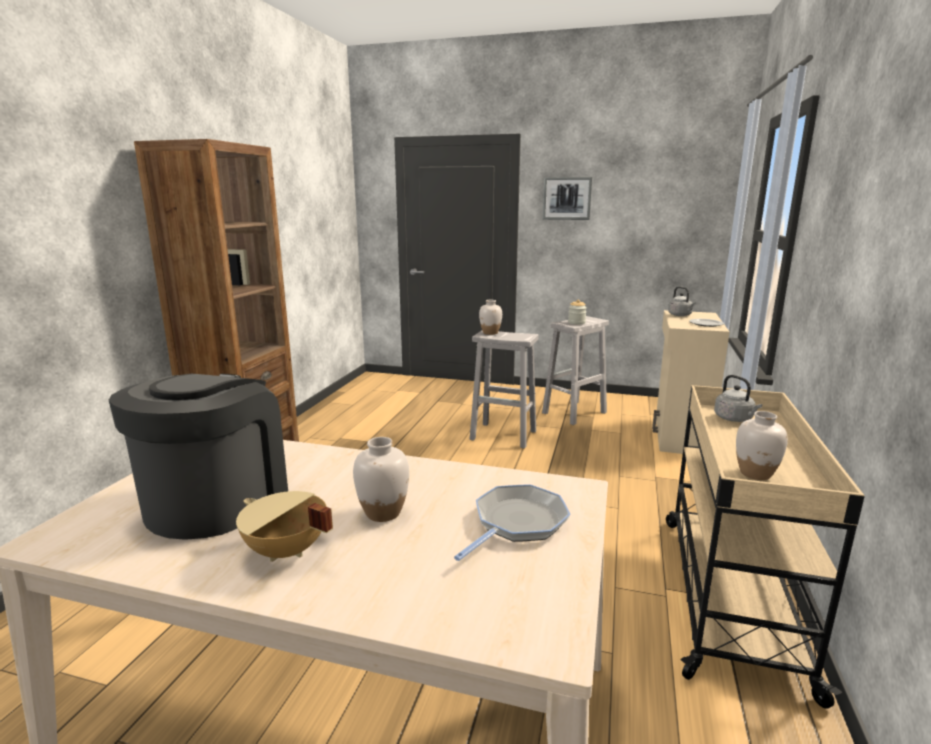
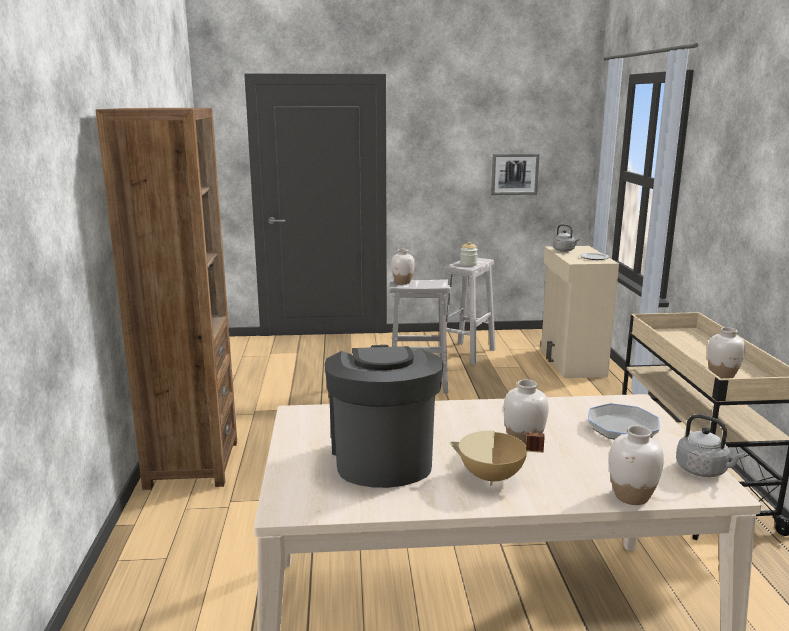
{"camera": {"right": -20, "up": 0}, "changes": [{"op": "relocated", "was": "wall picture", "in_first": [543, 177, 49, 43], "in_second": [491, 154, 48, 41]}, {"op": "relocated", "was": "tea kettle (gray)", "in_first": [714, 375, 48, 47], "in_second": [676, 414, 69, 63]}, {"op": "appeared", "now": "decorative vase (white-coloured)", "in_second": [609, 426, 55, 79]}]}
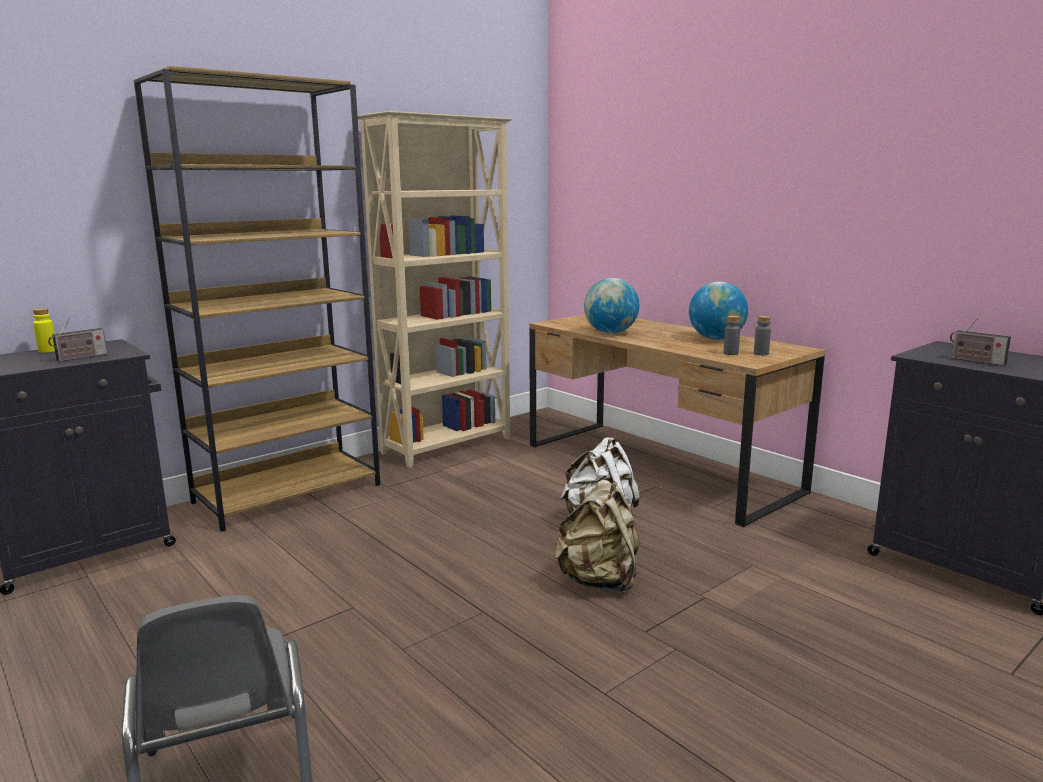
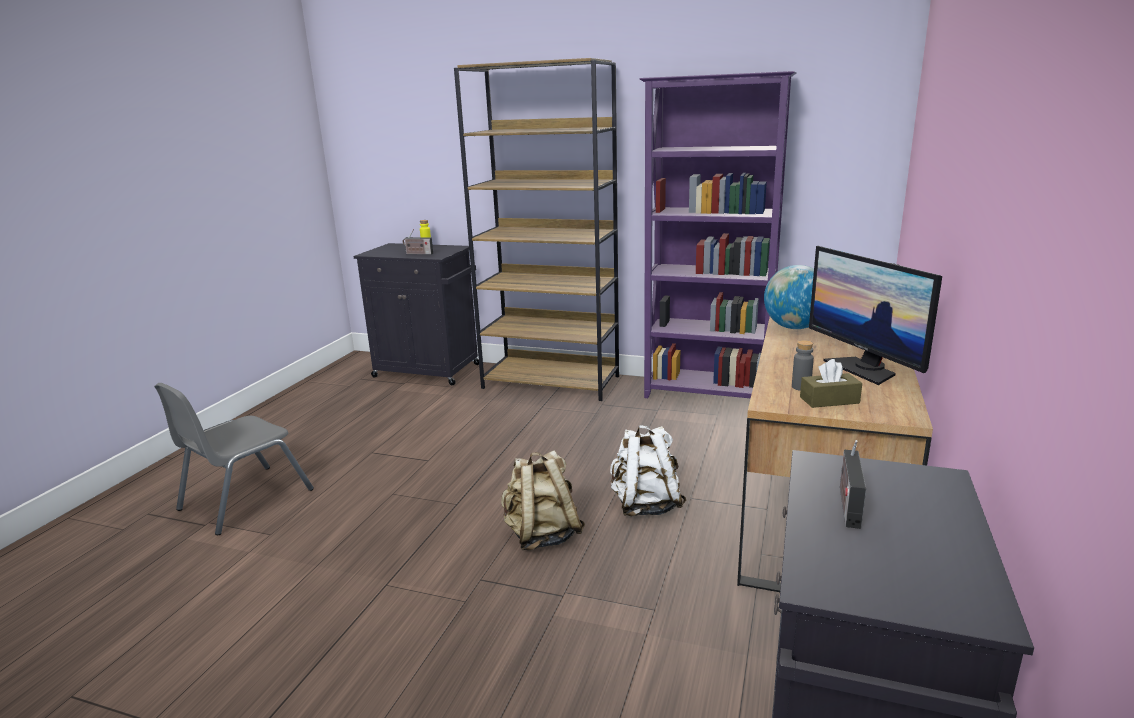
{"camera": {"right": 60, "up": 5}, "changes": [{"op": "colour", "was": "shelving unit (sand-coloured)", "now": "shelving unit (purple-coloured)", "in_first": [357, 111, 156, 357], "in_second": [639, 71, 158, 327]}, {"op": "exchanged", "was": "desk globe", "now": "computer screen", "in_first": [689, 282, 59, 58], "in_second": [809, 246, 133, 139]}, {"op": "exchanged", "was": "beverage bottle (gray)", "now": "box of tissues (brown)", "in_first": [754, 316, 17, 39], "in_second": [800, 359, 62, 49]}]}
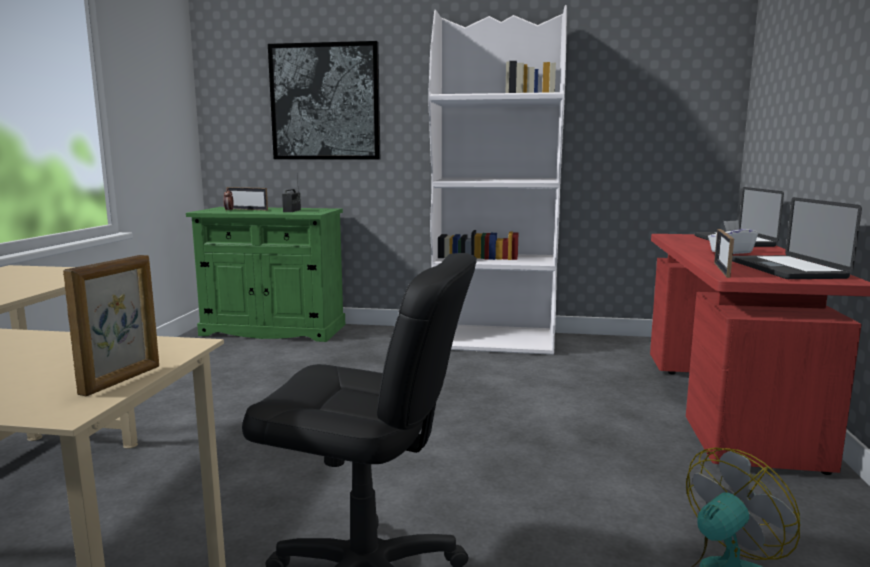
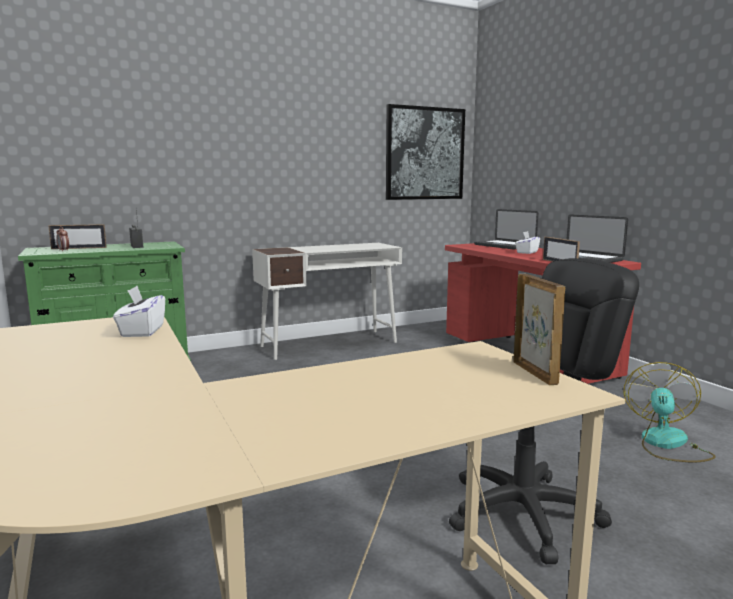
{"camera": {"right": -35, "up": 0}, "changes": [{"op": "exchanged", "was": "shelving unit (white-coloured)", "now": "desk unit (white-coloured)", "in_first": [428, 5, 139, 350], "in_second": [252, 243, 150, 117]}, {"op": "relocated", "was": "wall picture", "in_first": [268, 41, 112, 119], "in_second": [386, 104, 79, 96]}, {"op": "appeared", "now": "box of tissues (white-coloured)", "in_second": [113, 286, 52, 51]}]}
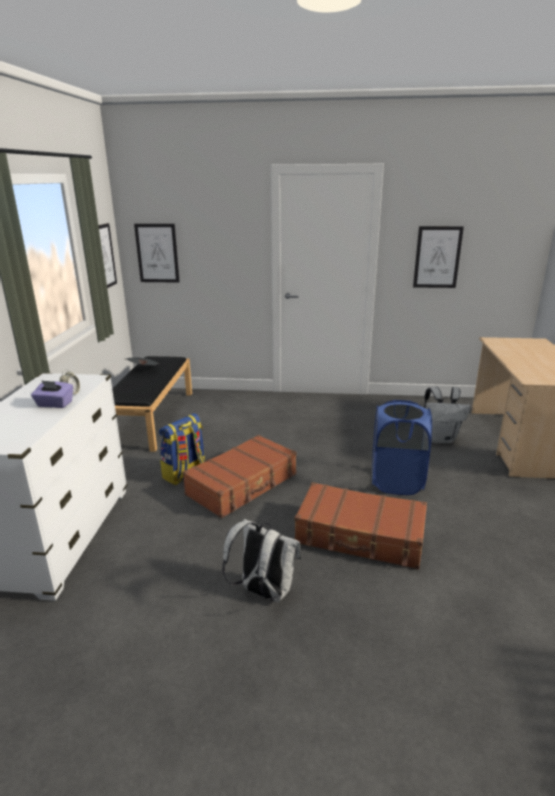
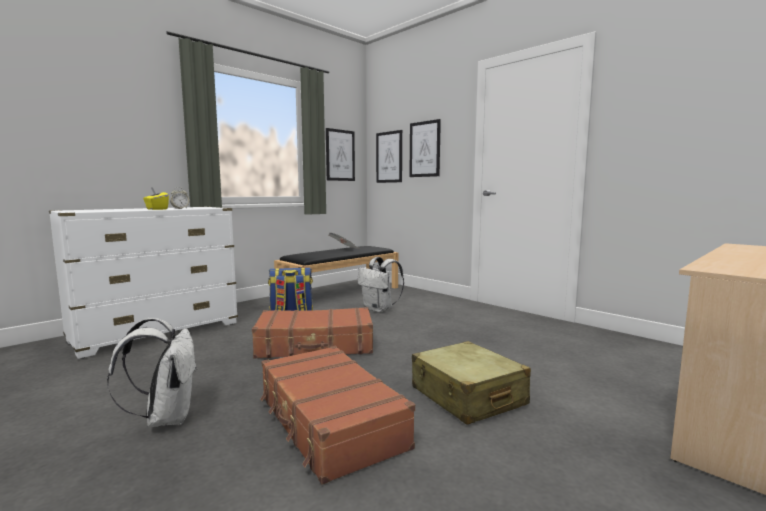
{"camera": {"right": 40, "up": -15}, "changes": [{"op": "relocated", "was": "wall picture", "in_first": [413, 226, 51, 62], "in_second": [409, 119, 32, 58]}, {"op": "colour", "was": "box of tissues (purple-coloured)", "now": "box of tissues (yellow)", "in_first": [31, 380, 42, 28], "in_second": [143, 188, 26, 22]}, {"op": "relocated", "was": "backpack (white-coloured)", "in_first": [424, 387, 46, 56], "in_second": [358, 257, 46, 56]}, {"op": "exchanged", "was": "washing basket (blue)", "now": "suitcase (sand-coloured)", "in_first": [372, 400, 60, 95], "in_second": [412, 341, 119, 84]}]}
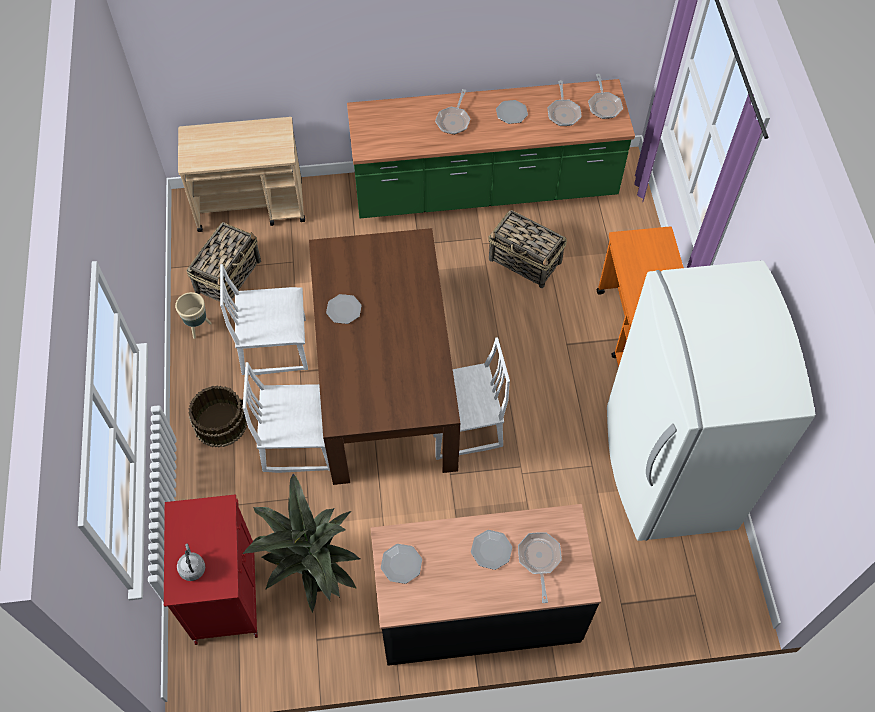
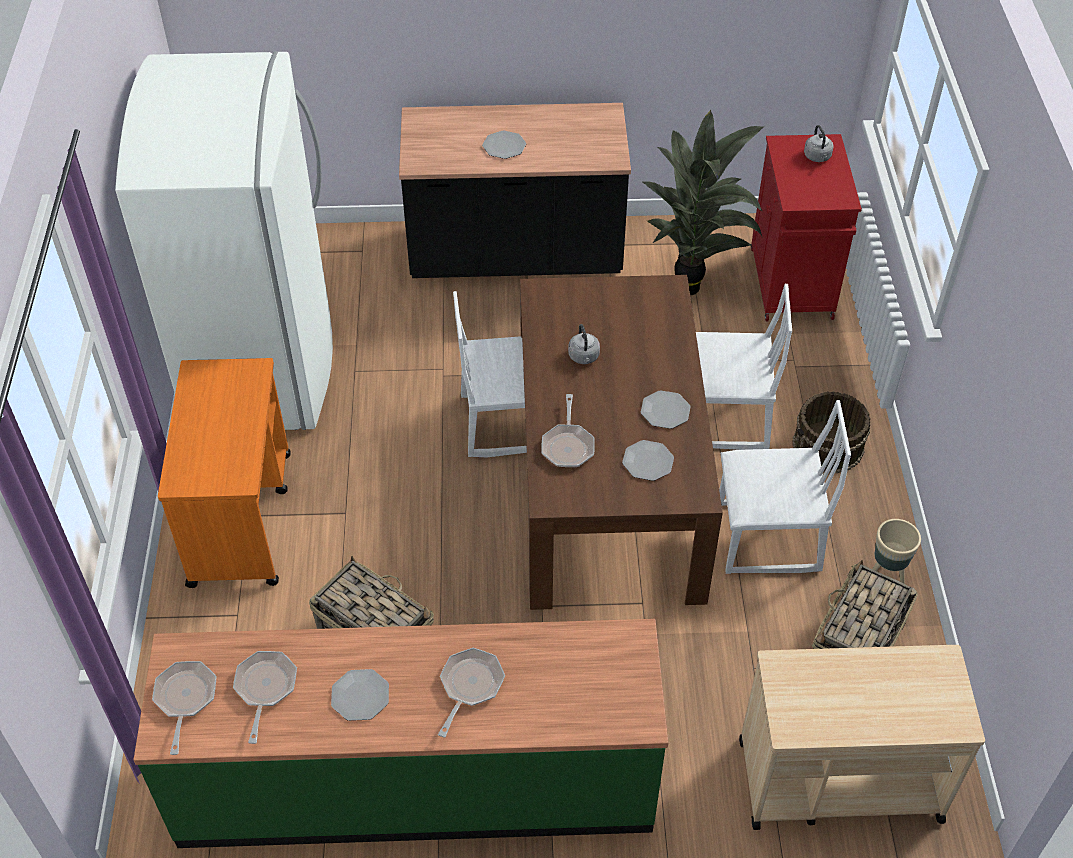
{"camera": {"right": -175, "up": -10}, "changes": [{"op": "relocated", "was": "frying pan", "in_first": [518, 532, 44, 71], "in_second": [541, 394, 54, 74]}, {"op": "relocated", "was": "dinner plate", "in_first": [381, 544, 41, 40], "in_second": [622, 440, 52, 41]}, {"op": "appeared", "now": "tea kettle (gray)", "in_second": [568, 324, 32, 40]}]}
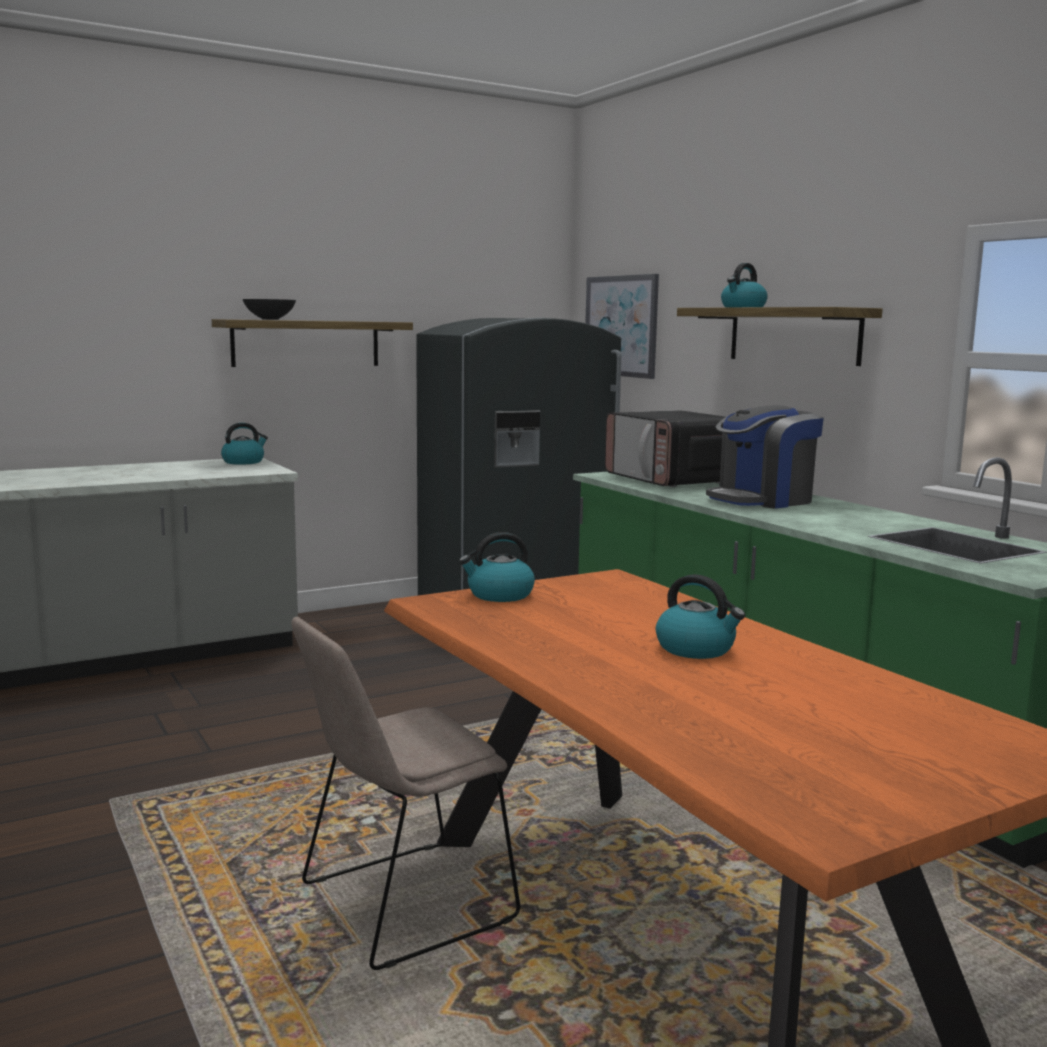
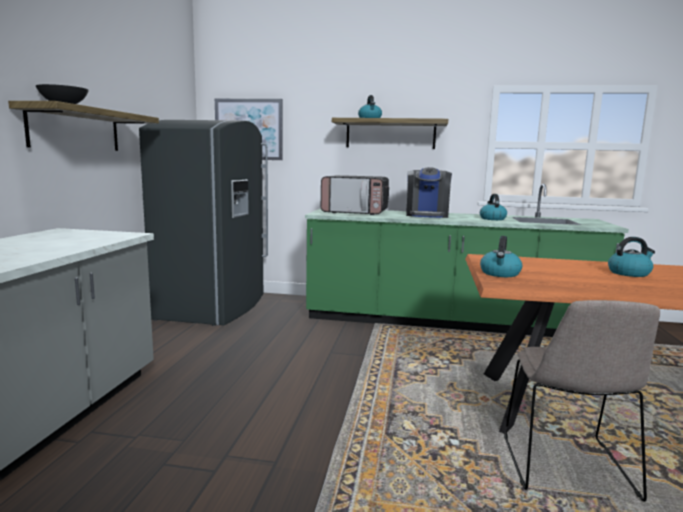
{"camera": {"right": -50, "up": 0}, "changes": [{"op": "relocated", "was": "tea kettle", "in_first": [221, 423, 47, 42], "in_second": [480, 194, 27, 26]}]}
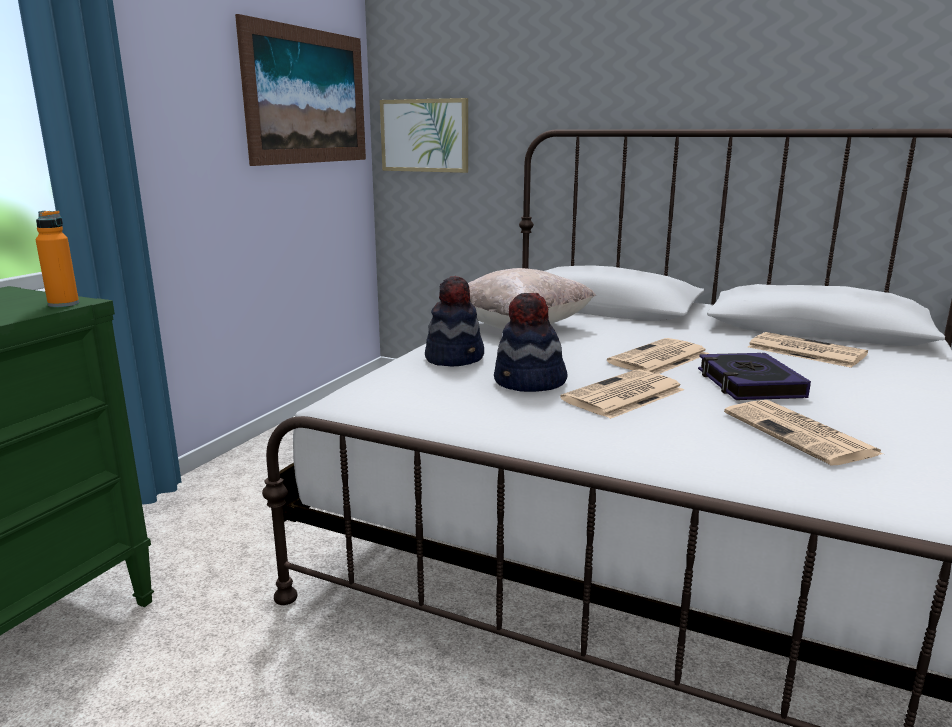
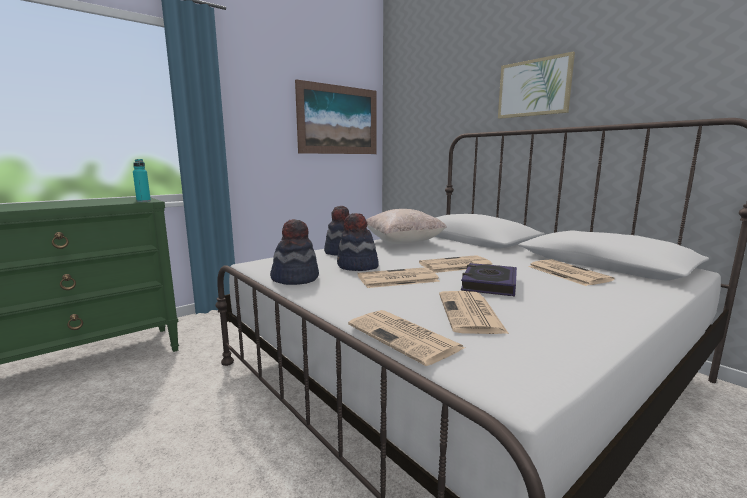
{"camera": {"right": 25, "up": -5}, "changes": [{"op": "relocated", "was": "wall picture", "in_first": [380, 98, 88, 75], "in_second": [498, 52, 77, 67]}, {"op": "colour", "was": "beverage bottle (orange)", "now": "beverage bottle (turquoise)", "in_first": [35, 211, 44, 96], "in_second": [133, 159, 18, 43]}, {"op": "appeared", "now": "hat", "in_second": [270, 219, 49, 66]}, {"op": "appeared", "now": "printed paper", "in_second": [348, 310, 117, 56]}]}
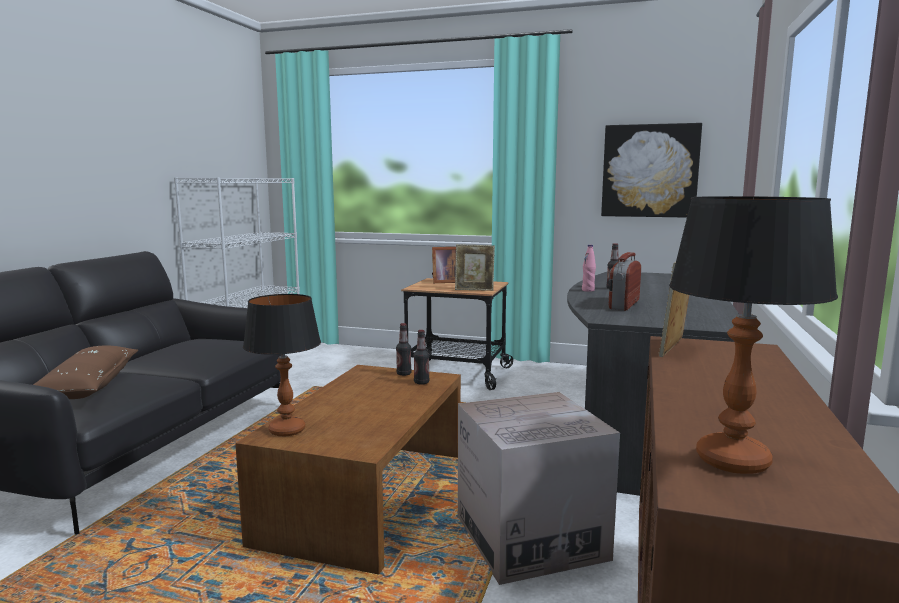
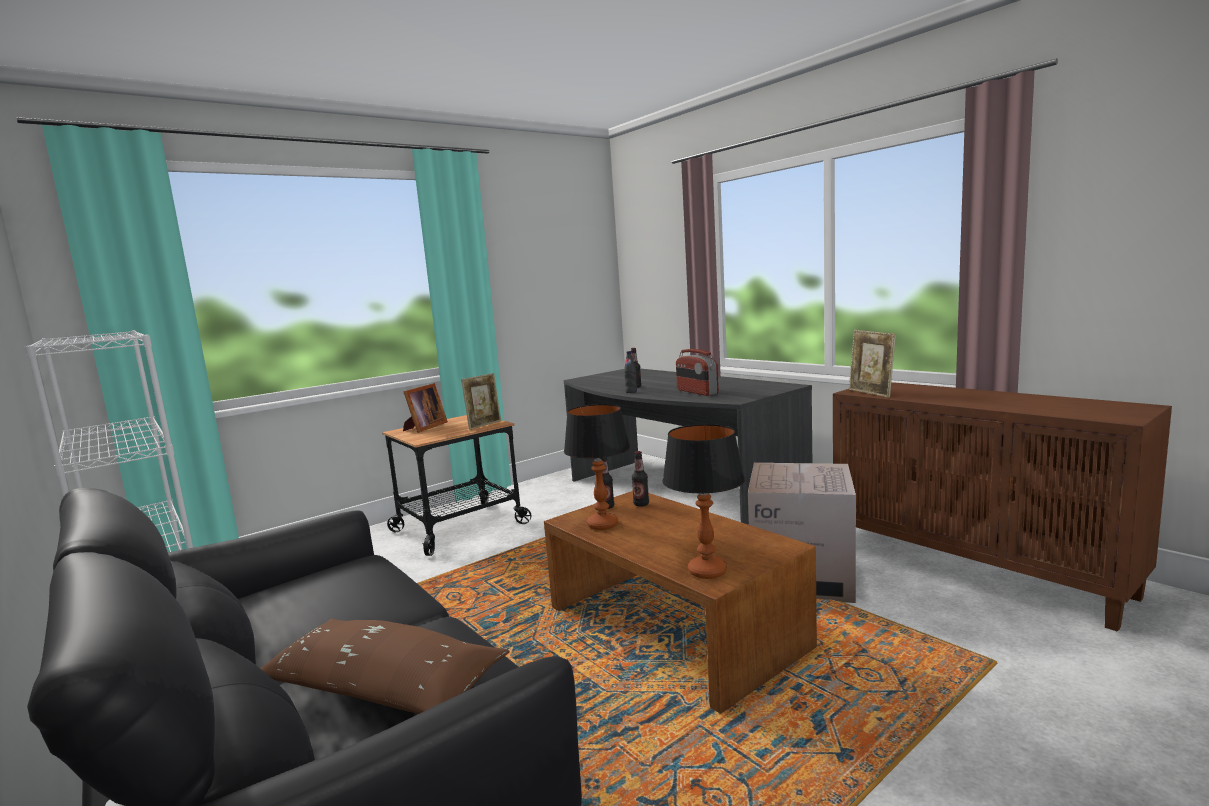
{"camera": {"right": -55, "up": 0}, "changes": [{"op": "missing", "was": "wall picture", "in_first": [601, 123, 101, 95]}, {"op": "relocated", "was": "lamp for a table", "in_first": [669, 196, 169, 278], "in_second": [564, 404, 66, 126]}, {"op": "colour", "was": "beverage bottle (pink)", "now": "beverage bottle (black-coloured)", "in_first": [582, 245, 14, 47], "in_second": [624, 351, 13, 42]}]}
